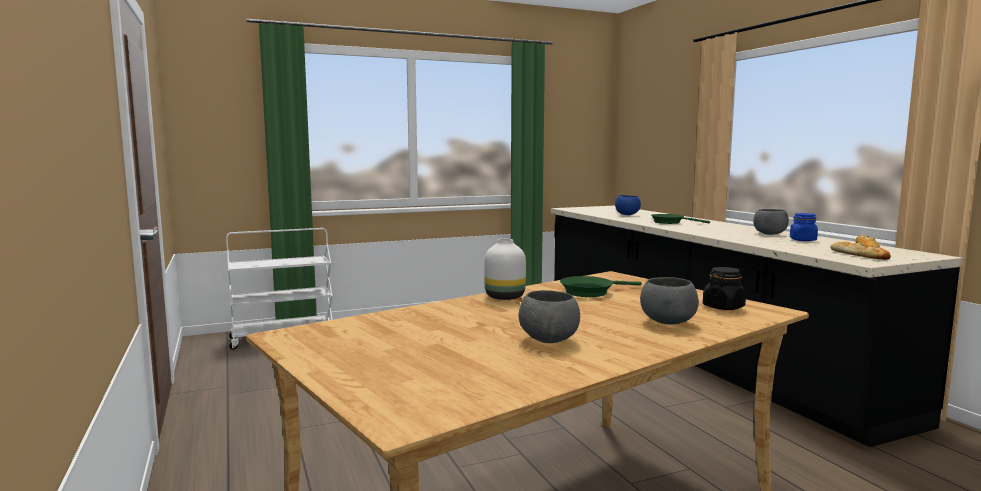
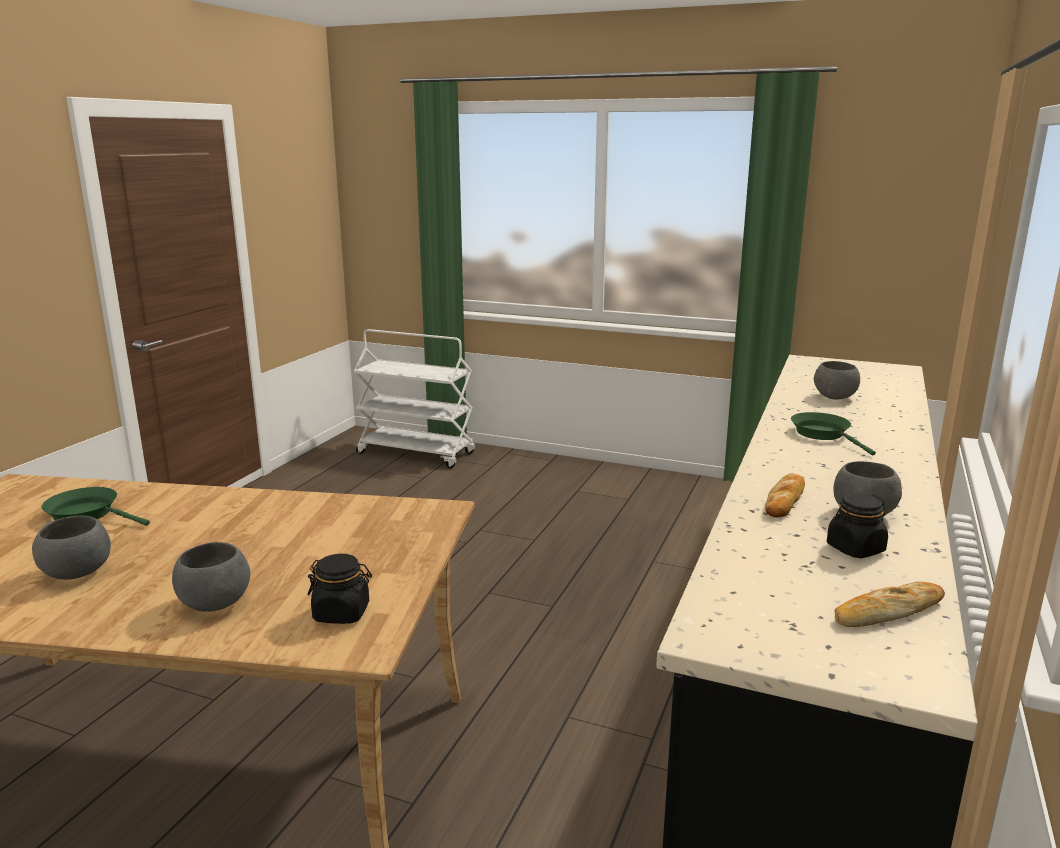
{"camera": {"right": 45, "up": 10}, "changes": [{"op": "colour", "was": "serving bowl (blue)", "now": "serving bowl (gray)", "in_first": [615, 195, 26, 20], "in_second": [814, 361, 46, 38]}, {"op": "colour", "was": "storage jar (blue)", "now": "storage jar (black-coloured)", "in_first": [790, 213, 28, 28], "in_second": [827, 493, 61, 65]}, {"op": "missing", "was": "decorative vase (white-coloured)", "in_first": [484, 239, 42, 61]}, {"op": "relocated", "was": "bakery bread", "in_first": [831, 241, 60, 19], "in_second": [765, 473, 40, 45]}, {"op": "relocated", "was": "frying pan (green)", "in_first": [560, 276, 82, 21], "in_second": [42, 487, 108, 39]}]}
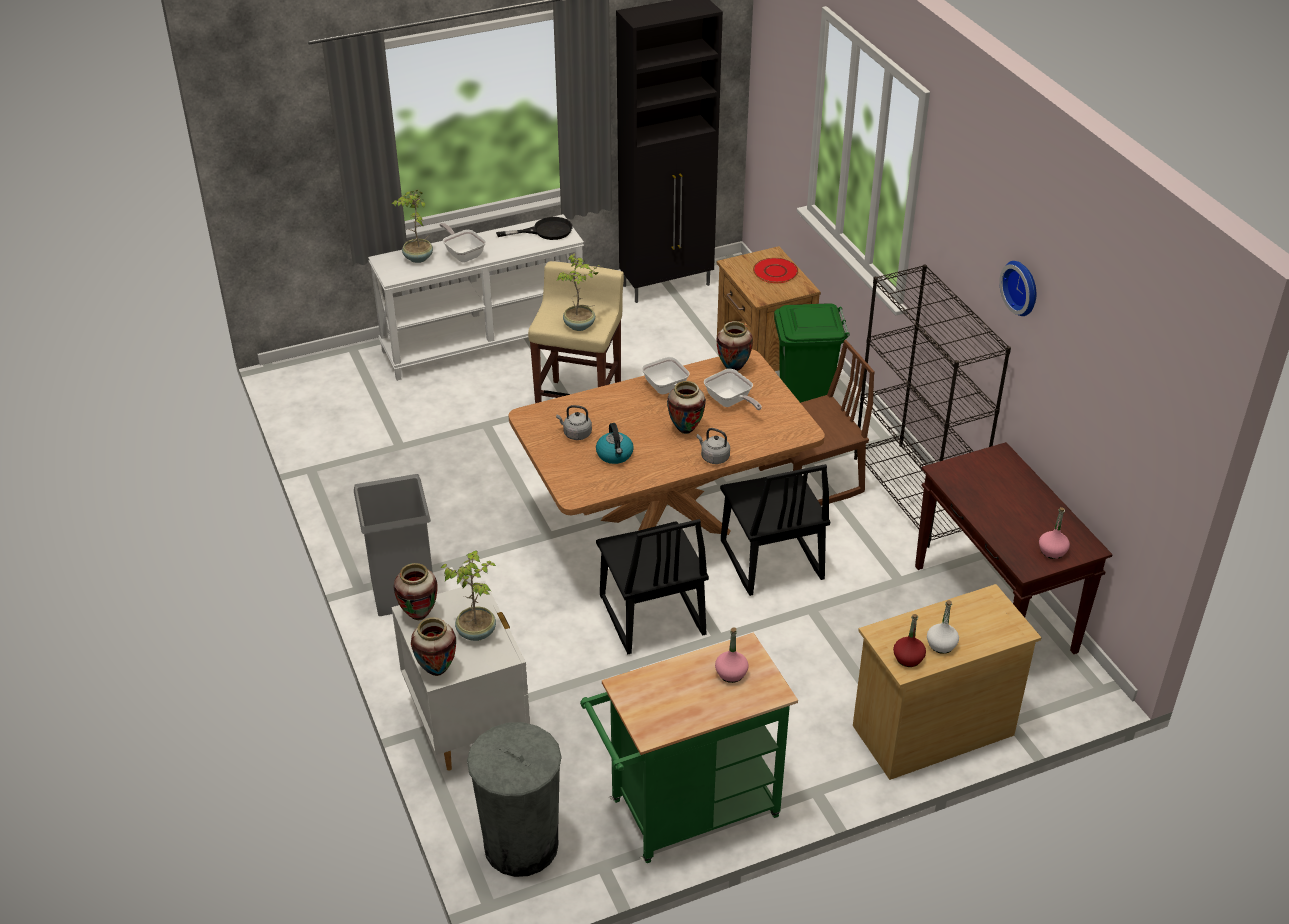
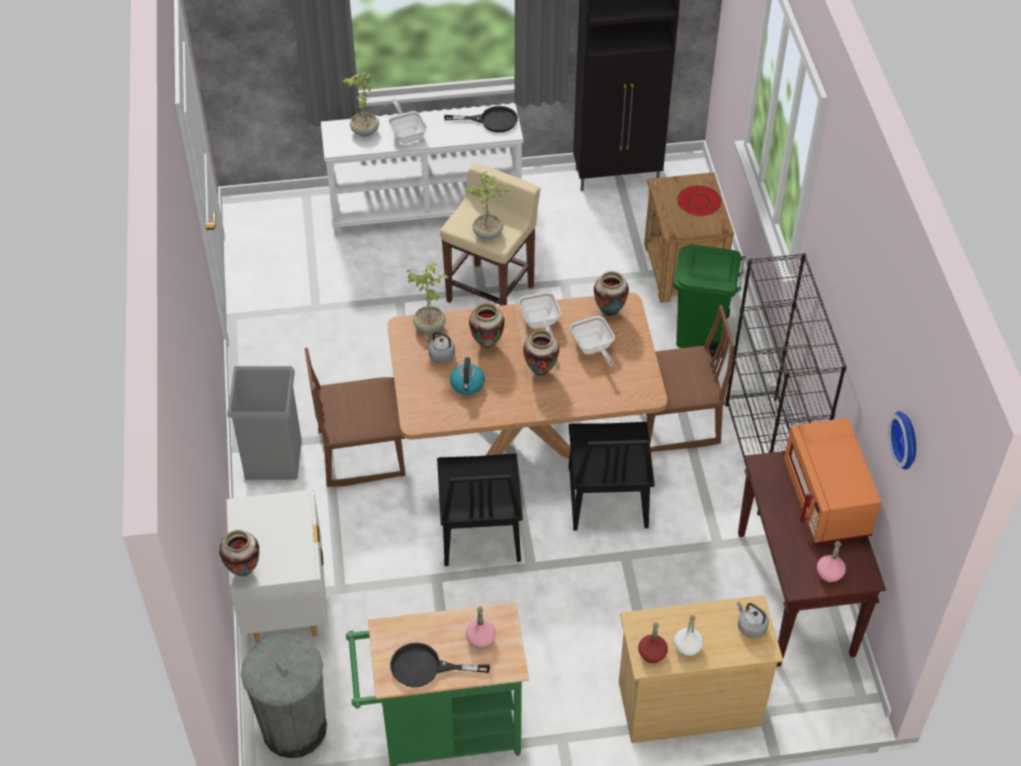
{"camera": {"right": 15, "up": 10}, "changes": [{"op": "relocated", "was": "clock on the wall", "in_first": [999, 261, 37, 55], "in_second": [888, 411, 28, 59]}, {"op": "relocated", "was": "tea kettle (gray)", "in_first": [697, 428, 33, 36], "in_second": [737, 601, 32, 37]}, {"op": "relocated", "was": "houseplant", "in_first": [441, 551, 55, 90], "in_second": [406, 263, 43, 71]}, {"op": "relocated", "was": "decorative vase", "in_first": [393, 563, 45, 57], "in_second": [469, 303, 36, 45]}, {"op": "appeared", "now": "plain chair (brown)", "in_second": [305, 348, 100, 139]}, {"op": "appeared", "now": "kitchen microwave (orange)", "in_second": [784, 418, 97, 125]}, {"op": "appeared", "now": "frying pan (black-coloured)", "in_second": [390, 643, 100, 45]}]}
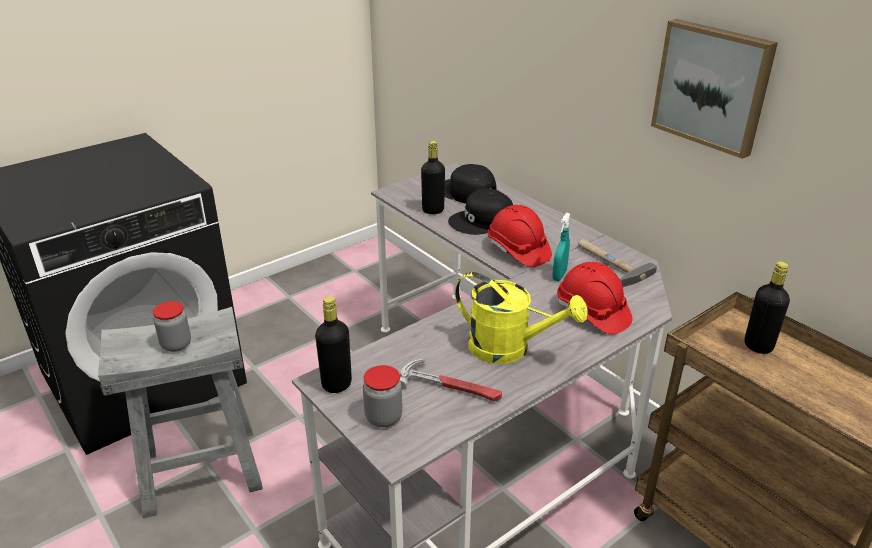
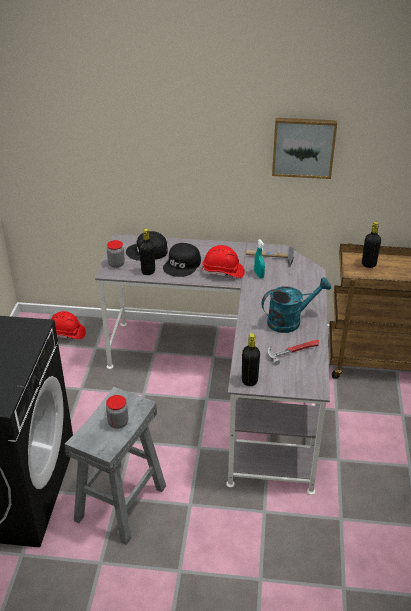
{"camera": {"right": -45, "up": 5}, "changes": [{"op": "relocated", "was": "work helmet (red)", "in_first": [557, 262, 75, 73], "in_second": [51, 311, 35, 28]}, {"op": "colour", "was": "sprinkling can (yellow)", "now": "sprinkling can (turquoise)", "in_first": [455, 272, 133, 92], "in_second": [261, 277, 70, 56]}, {"op": "relocated", "was": "storage jar", "in_first": [363, 365, 39, 62], "in_second": [107, 240, 18, 28]}]}
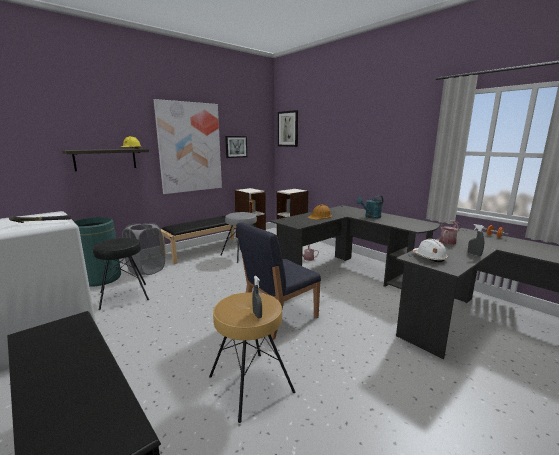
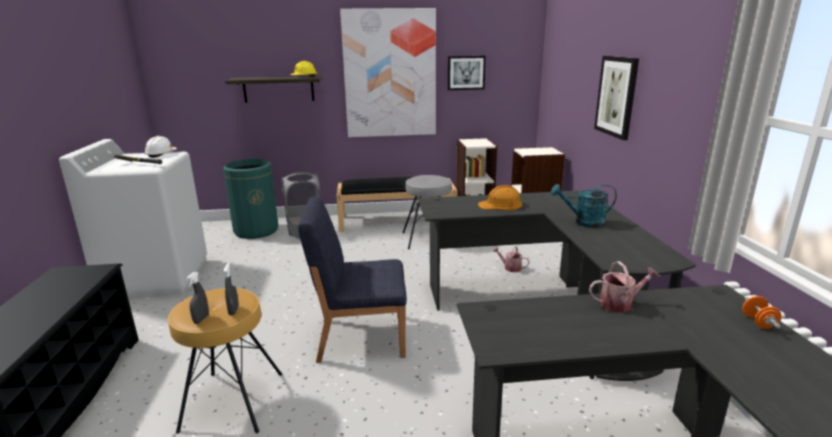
{"camera": {"right": 35, "up": 5}, "changes": [{"op": "relocated", "was": "wall picture", "in_first": [278, 110, 20, 37], "in_second": [594, 56, 45, 84]}, {"op": "relocated", "was": "spray bottle (gray)", "in_first": [468, 224, 16, 32], "in_second": [224, 262, 15, 54]}, {"op": "missing", "was": "sitting stool (black-coloured)", "in_first": [93, 238, 56, 72]}, {"op": "relocated", "was": "work helmet (white-coloured)", "in_first": [413, 239, 35, 23], "in_second": [144, 136, 33, 22]}]}
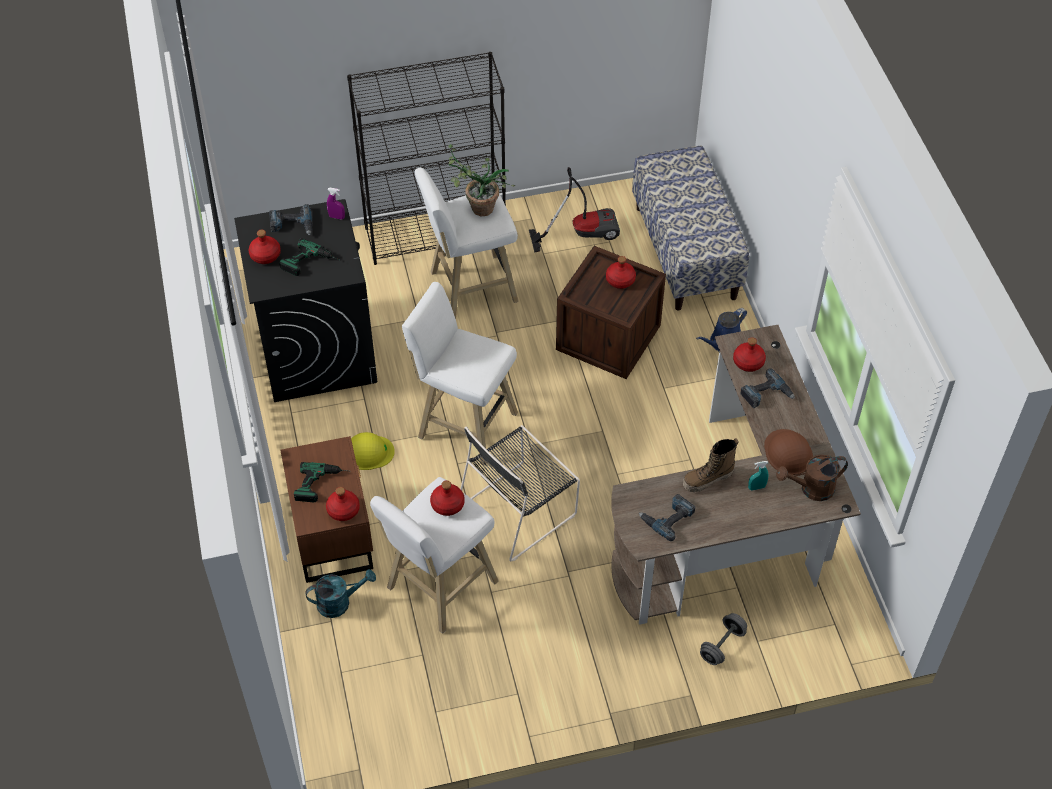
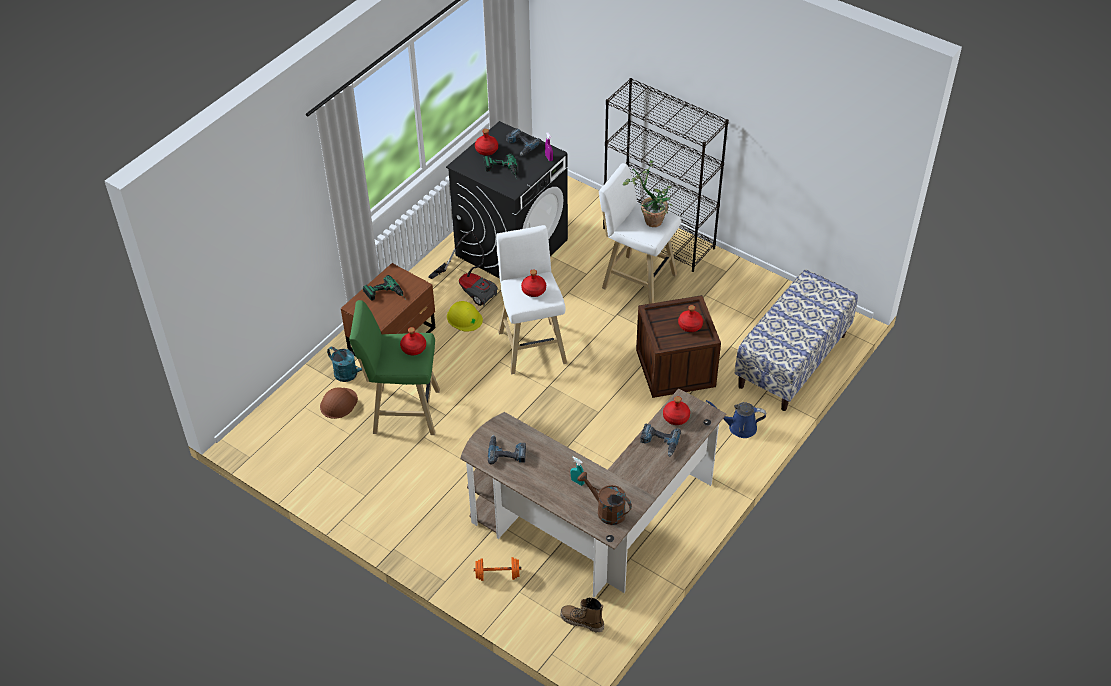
{"camera": {"right": 50, "up": -5}, "changes": [{"op": "relocated", "was": "vacuum cleaner", "in_first": [529, 167, 91, 86], "in_second": [428, 231, 70, 75]}, {"op": "missing", "was": "plain chair (black-coloured)", "in_first": [461, 425, 119, 136]}, {"op": "relocated", "was": "work helmet (brown)", "in_first": [764, 429, 49, 46], "in_second": [320, 388, 38, 31]}, {"op": "relocated", "was": "high-top boot", "in_first": [683, 438, 56, 54], "in_second": [560, 597, 44, 35]}, {"op": "colour", "was": "sitting stool (white-coloured)", "now": "sitting stool (green)", "in_first": [370, 477, 129, 157], "in_second": [349, 300, 91, 135]}, {"op": "relocated", "was": "beverage bottle (red)", "in_first": [326, 487, 34, 34], "in_second": [521, 269, 25, 28]}, {"op": "colour", "was": "free weight (gray)", "now": "free weight (orange)", "in_first": [700, 613, 47, 52], "in_second": [474, 557, 47, 24]}]}
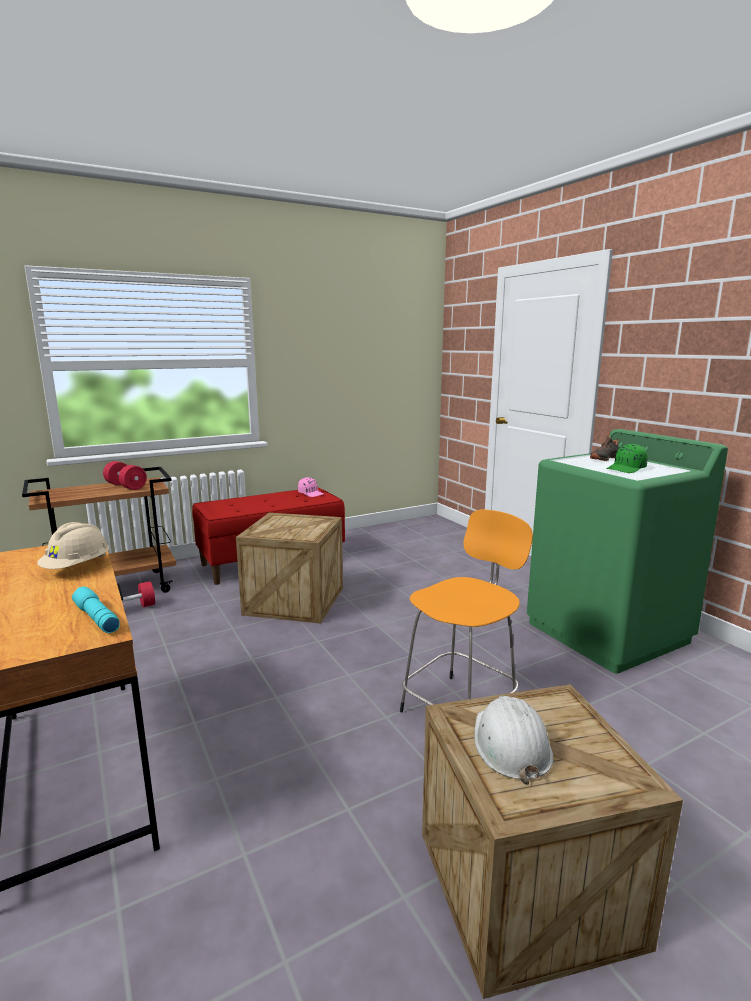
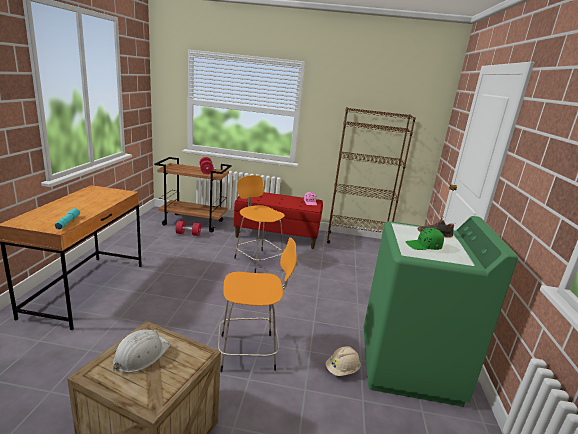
{"camera": {"right": 35, "up": 5}, "changes": [{"op": "exchanged", "was": "shipping crate", "now": "sitting stool (orange)", "in_first": [236, 513, 107, 111], "in_second": [234, 175, 51, 98]}, {"op": "relocated", "was": "work helmet (sand-coloured)", "in_first": [37, 522, 72, 47], "in_second": [325, 346, 36, 30]}, {"op": "appeared", "now": "shelving unit (brown)", "in_second": [327, 107, 89, 137]}]}
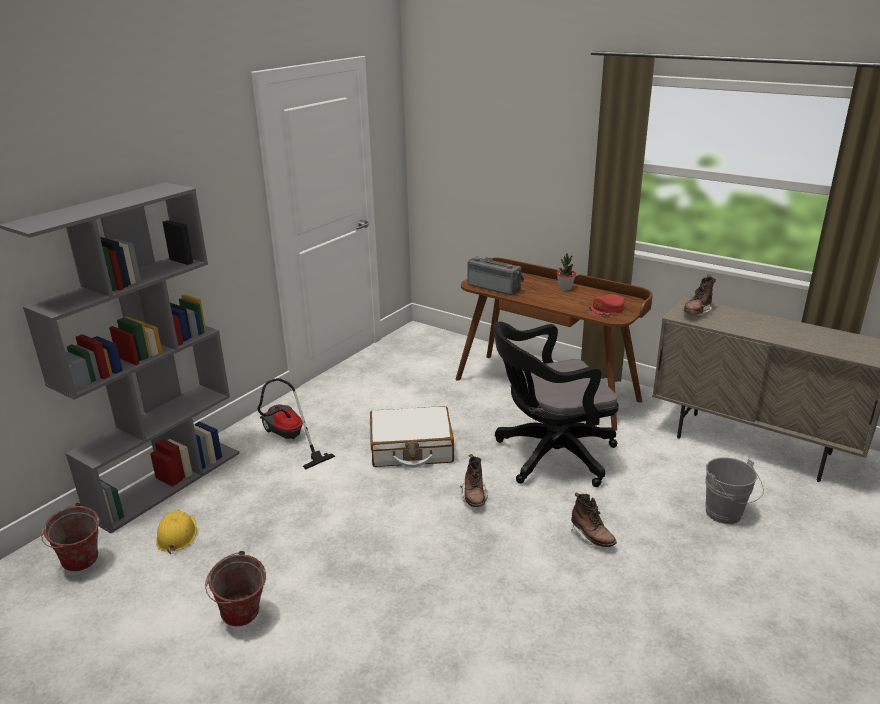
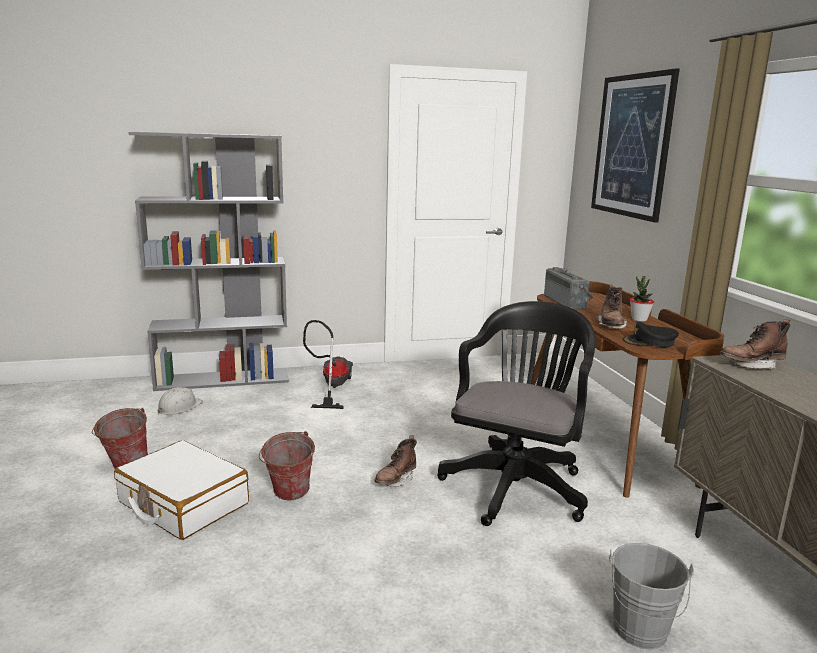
{"camera": {"right": 40, "up": -10}, "changes": [{"op": "colour", "was": "peaked cap (red)", "now": "peaked cap (black-coloured)", "in_first": [587, 294, 38, 23], "in_second": [622, 322, 57, 25]}, {"op": "spun", "was": "computer chair (black-coloured)", "in_first": [493, 321, 126, 166], "in_second": [437, 301, 158, 225], "clockwise": 90}, {"op": "relocated", "was": "suitcase (white-coloured)", "in_first": [370, 406, 84, 62], "in_second": [114, 440, 135, 100]}, {"op": "relocated", "was": "high-top boot (brown)", "in_first": [571, 492, 46, 55], "in_second": [596, 285, 31, 44]}, {"op": "relocated", "was": "bucket", "in_first": [41, 503, 59, 68], "in_second": [259, 431, 56, 69]}, {"op": "colour", "was": "work helmet (yellow)", "now": "work helmet (white-coloured)", "in_first": [156, 510, 41, 44], "in_second": [157, 387, 46, 28]}, {"op": "appeared", "now": "wall picture", "in_second": [591, 68, 89, 155]}]}
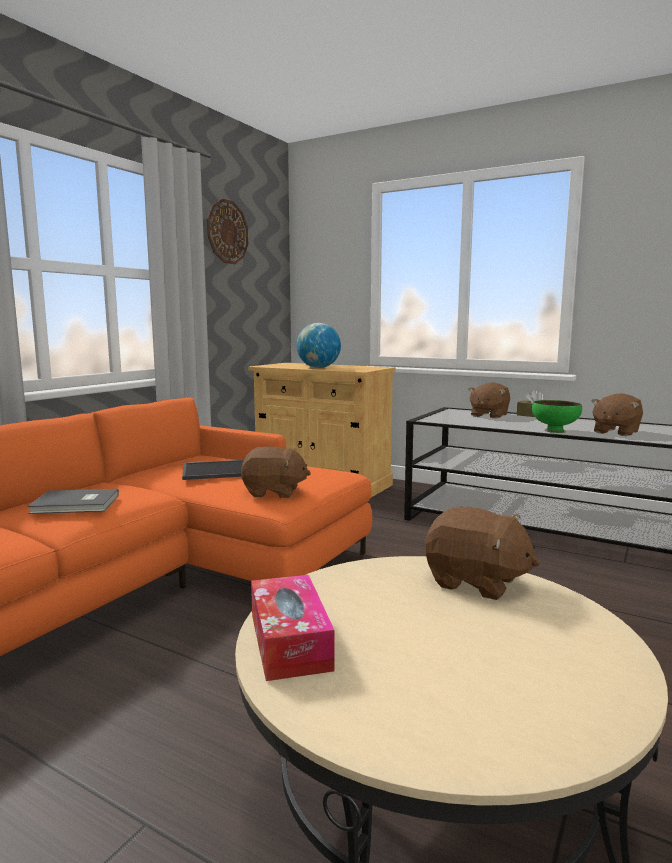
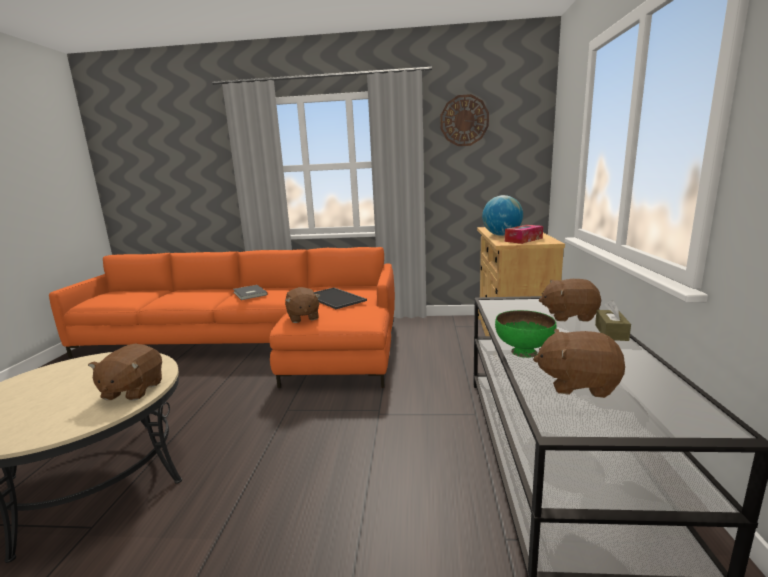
{"camera": {"right": 65, "up": 5}, "changes": [{"op": "relocated", "was": "box of tissues", "in_first": [251, 575, 84, 106], "in_second": [505, 225, 38, 19]}]}
